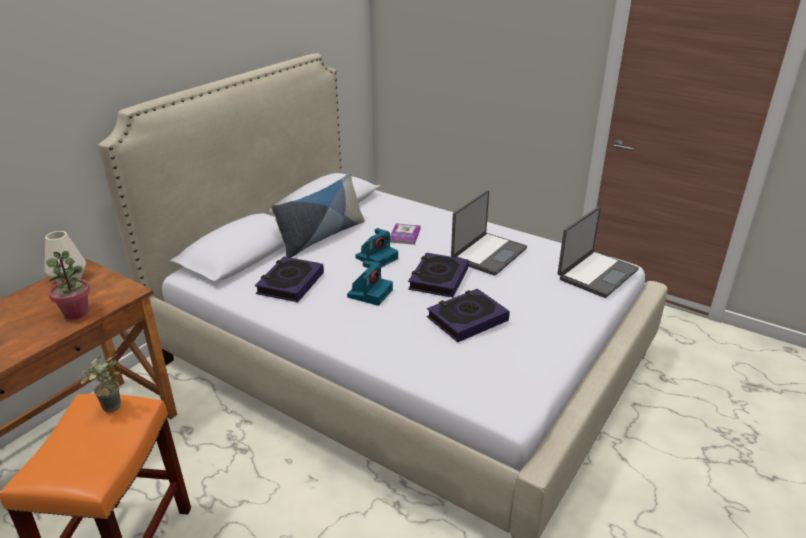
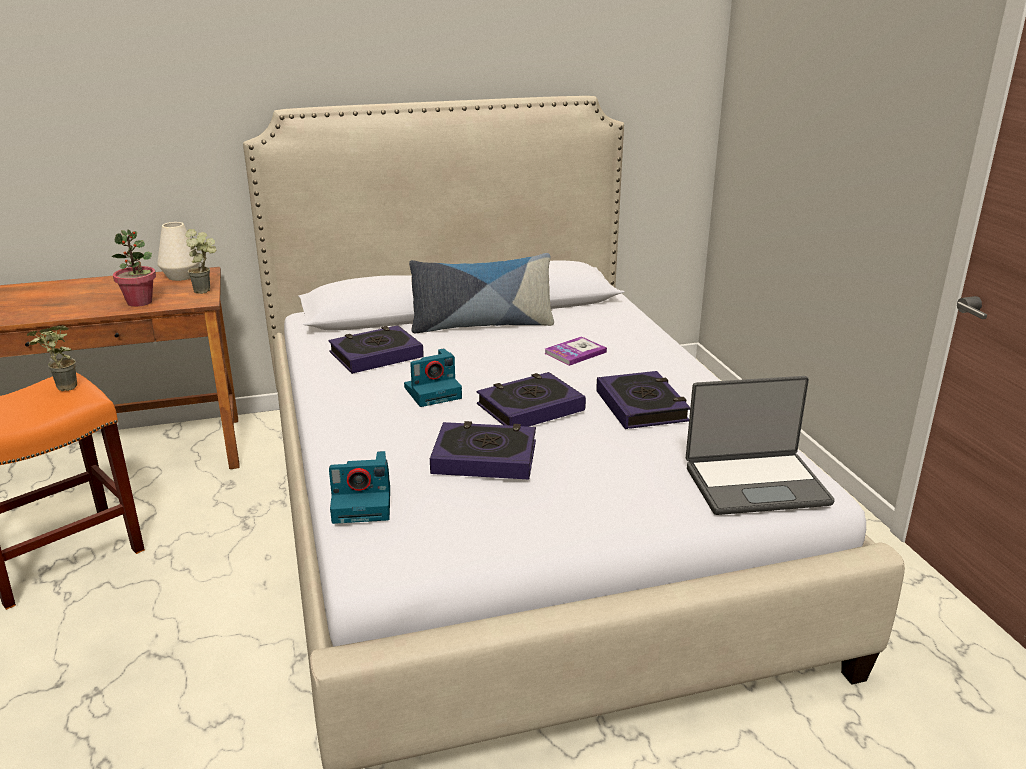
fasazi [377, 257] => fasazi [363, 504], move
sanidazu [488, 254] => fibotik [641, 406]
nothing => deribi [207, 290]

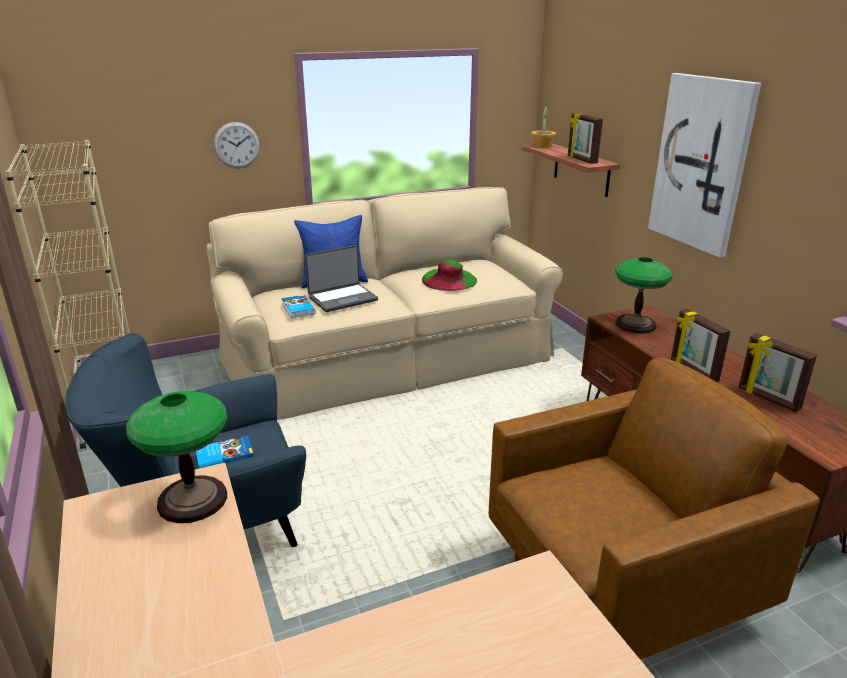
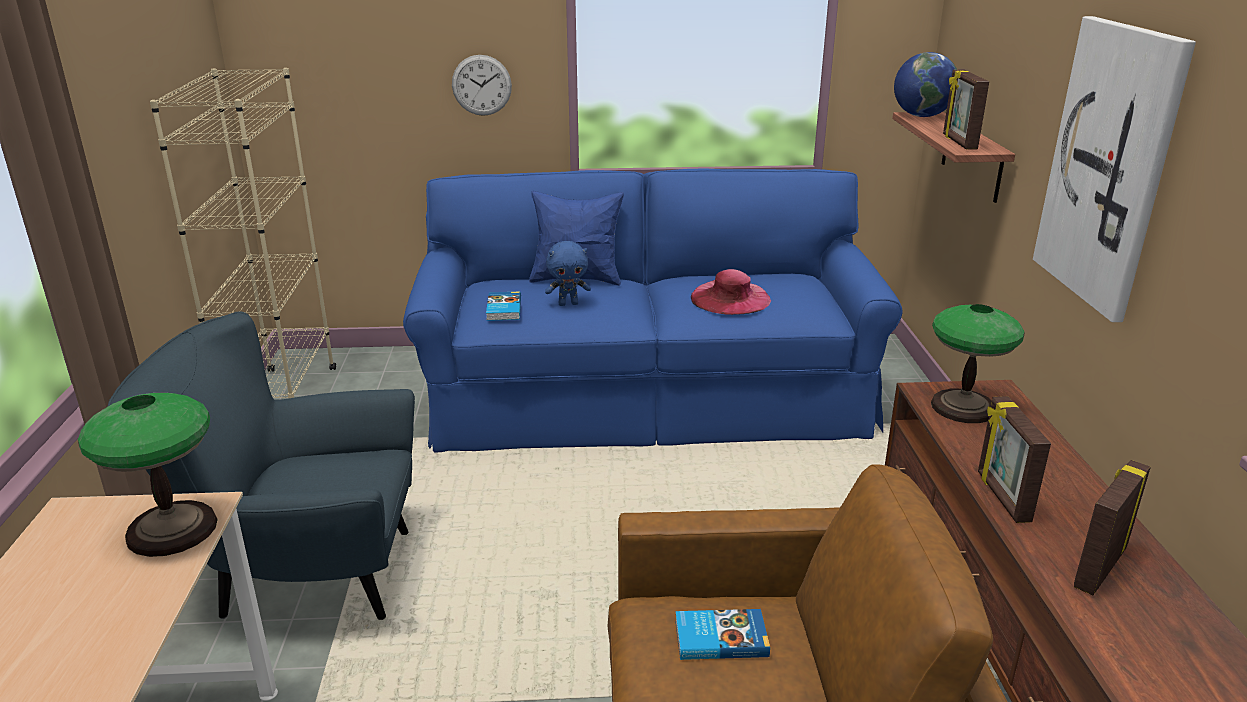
fibotik [224, 456] => fibotik [720, 638], move
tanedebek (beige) [390, 359] => tanedebek (blue) [647, 396]
sanidazu [342, 298] => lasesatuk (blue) [568, 304]
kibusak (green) [449, 280] => kibusak (pink) [730, 298]
deribi [542, 146] => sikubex [921, 116]
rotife [768, 399] => rotife [1098, 567], 60 degrees clockwise

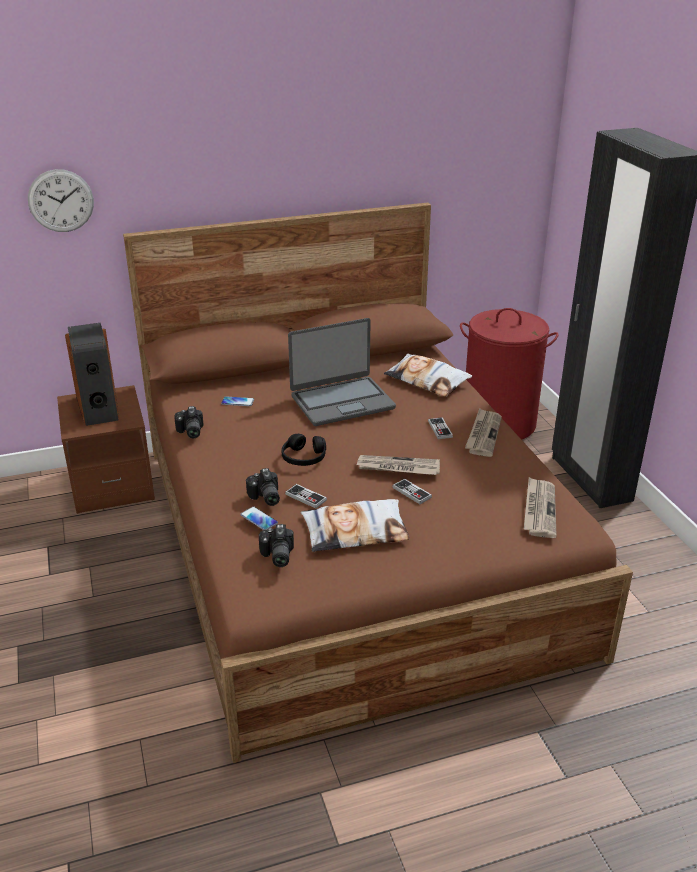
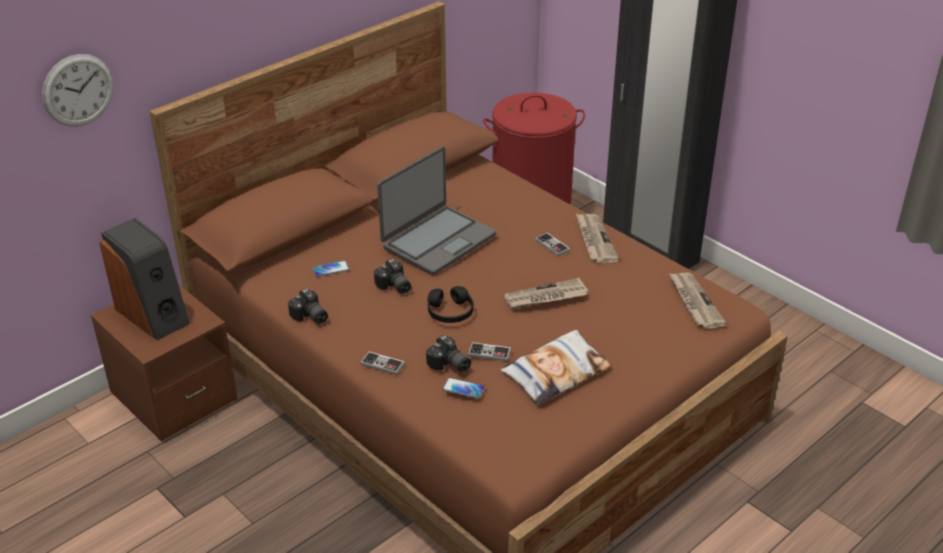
fasazi [276, 556] => fasazi [394, 286], move
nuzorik [427, 380] => nothing
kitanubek [412, 492] => kitanubek [382, 364], move

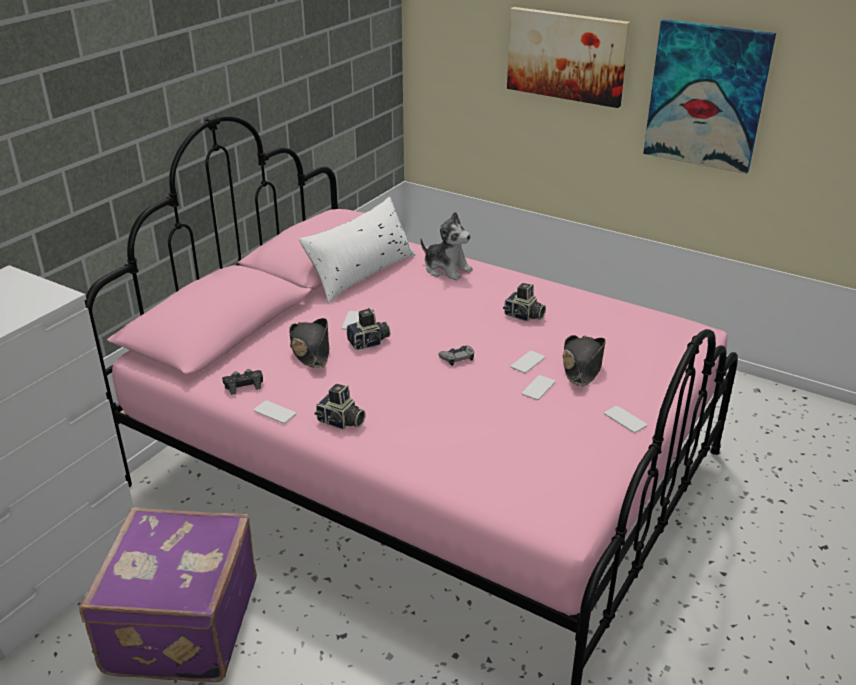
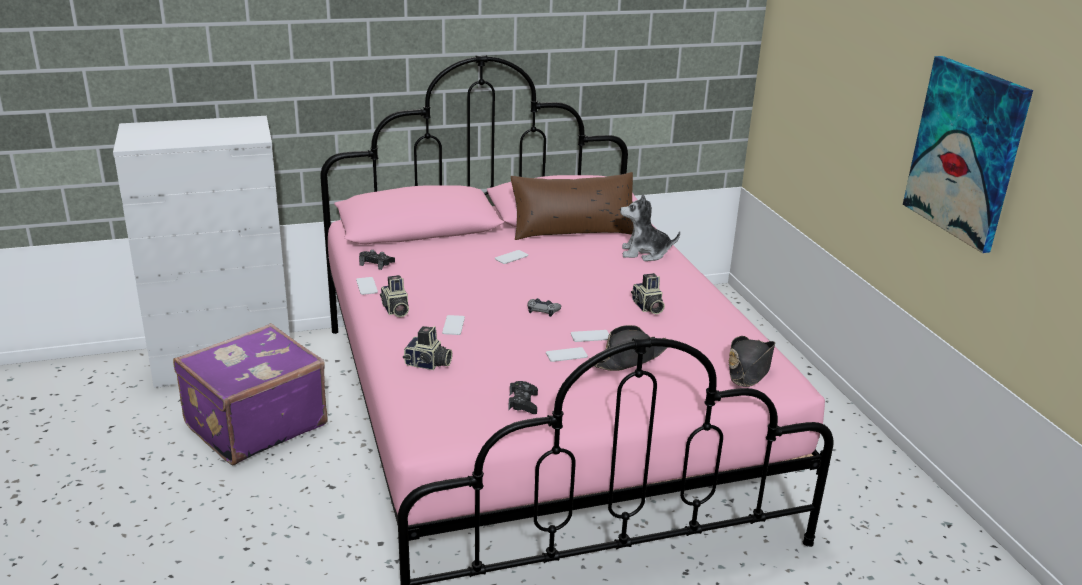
kibusak (black) [310, 350] => kibusak (black) [749, 369], move
nuzorik (white) [361, 273] => nuzorik (brown) [573, 231]
fasazi [369, 343] => fasazi [428, 364], move
lasesatuk [446, 269] => lasesatuk [644, 253], 105 degrees clockwise
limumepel [567, 56] => nothing
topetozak [625, 420] => topetozak [453, 325], move
nothing => kitanubek (black) [523, 403]

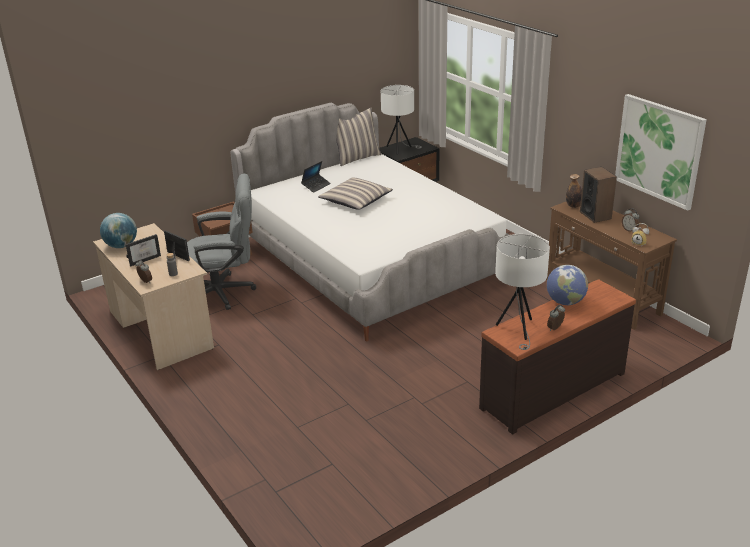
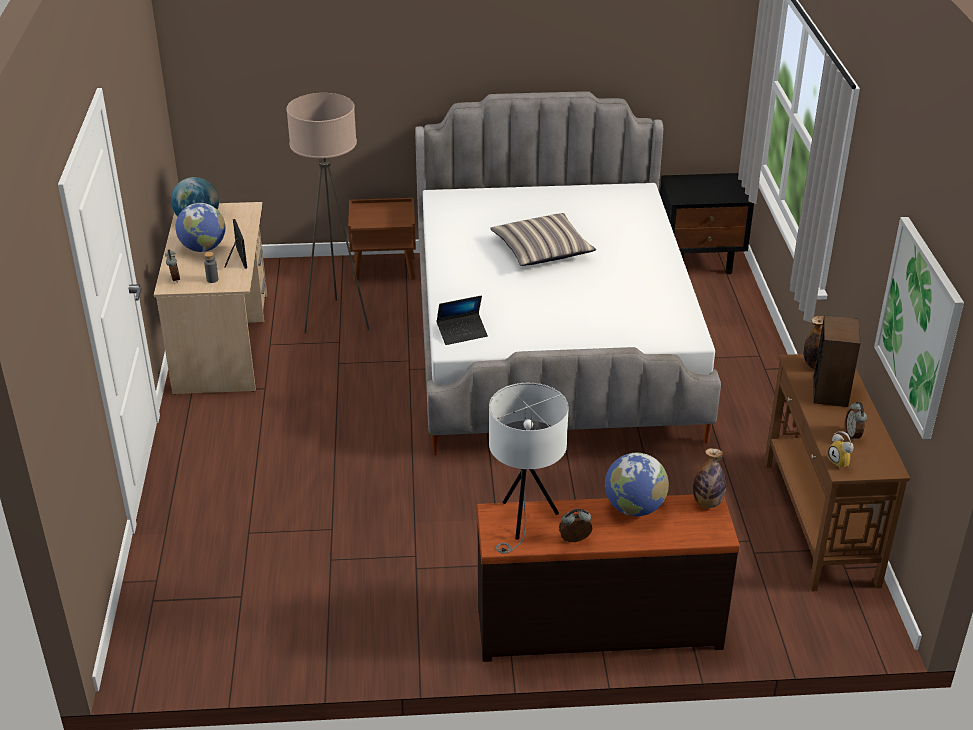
rotife [144, 259] => sikubex [203, 248]
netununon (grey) [225, 292] => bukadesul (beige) [336, 320]
sanidazu [316, 186] => sanidazu [462, 333], move
nuzorik [357, 158] => nothing
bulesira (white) [400, 149] => nothing
nothing => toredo [707, 503]

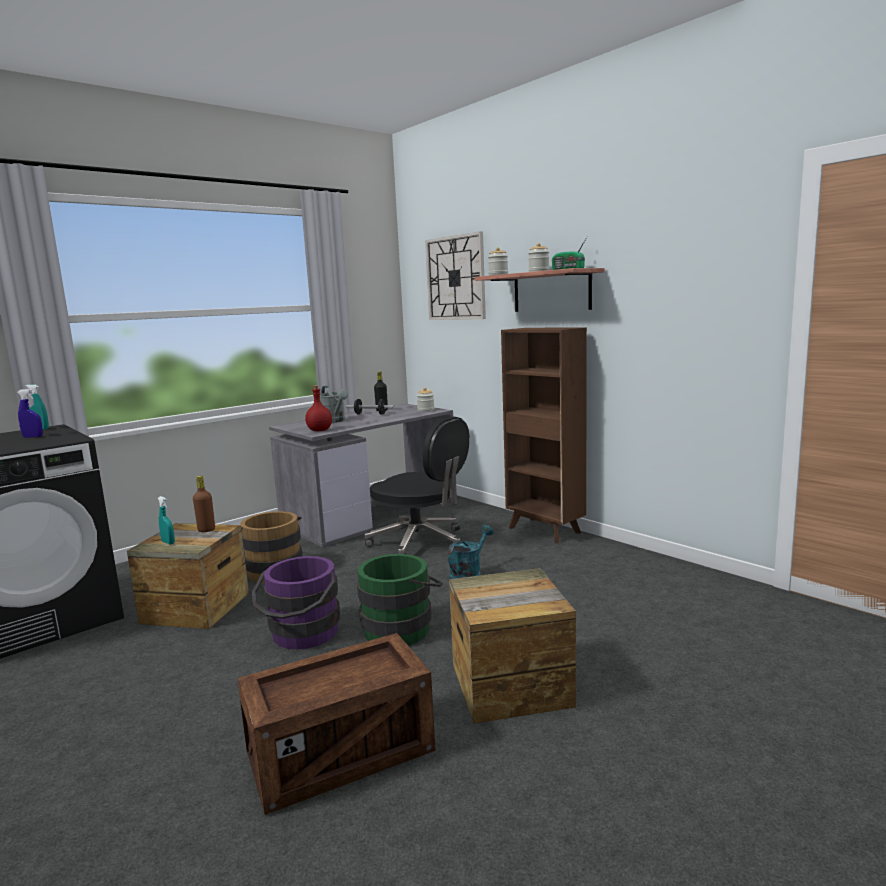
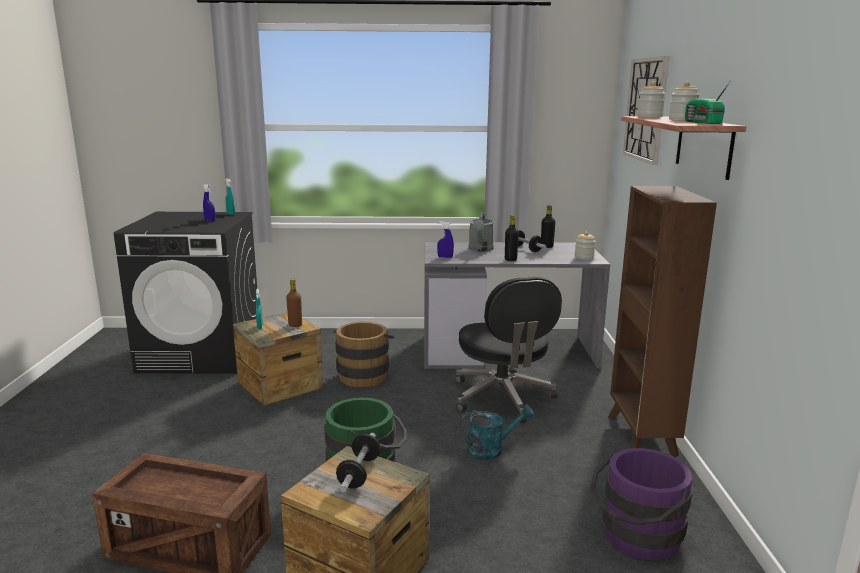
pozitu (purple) [302, 635] => pozitu (purple) [636, 537], move
toredo (red) [319, 430] => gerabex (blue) [445, 257]
nothing => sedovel [359, 473]
nothing => toredo (black) [510, 259]

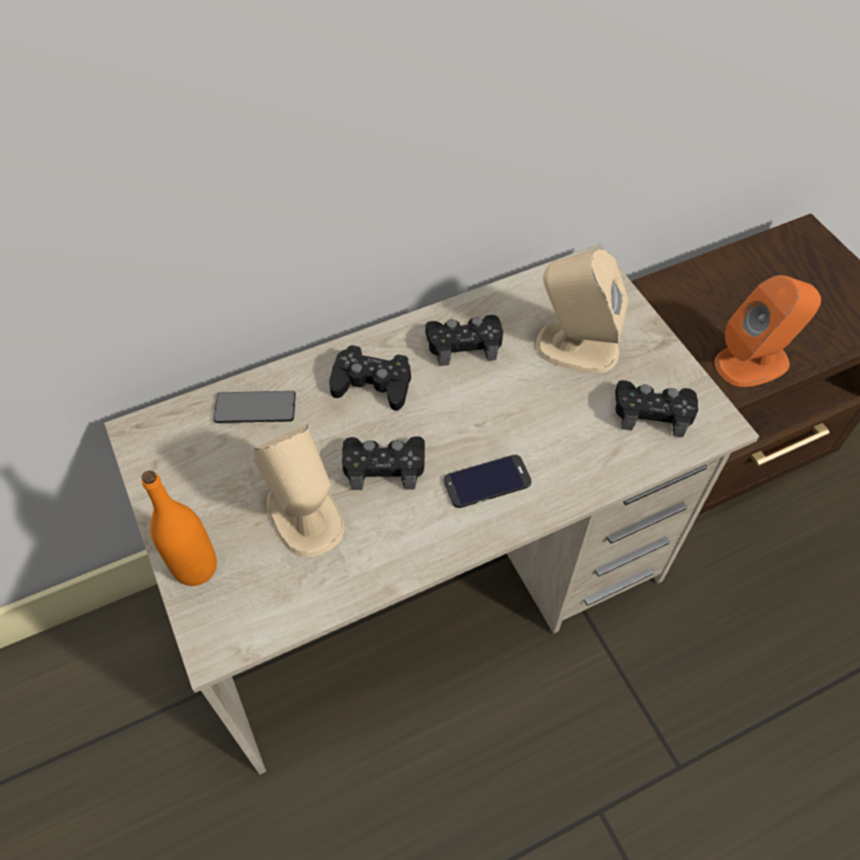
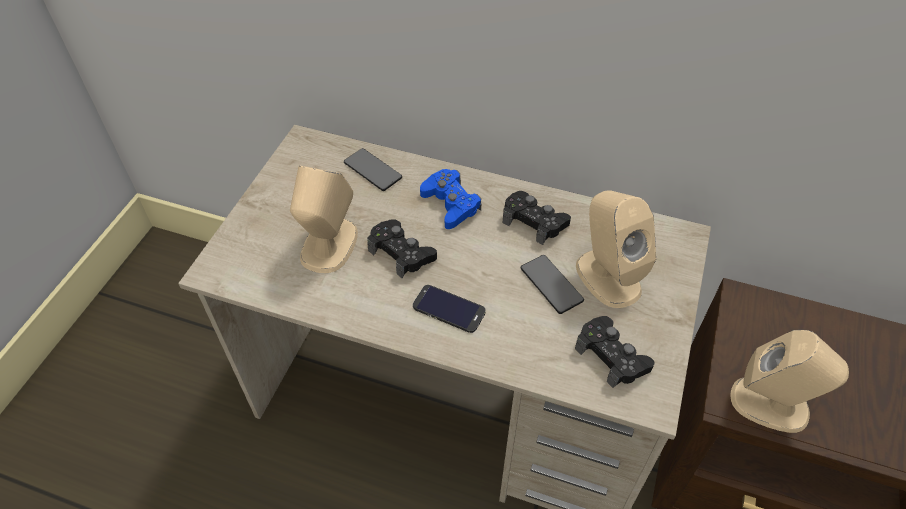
toredo (orange) [195, 567] => nothing
kitanubek (black) [372, 384] => kitanubek (blue) [450, 204]
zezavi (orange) [752, 362] => zezavi (beige) [771, 404]
nothing => topetozak [551, 285]

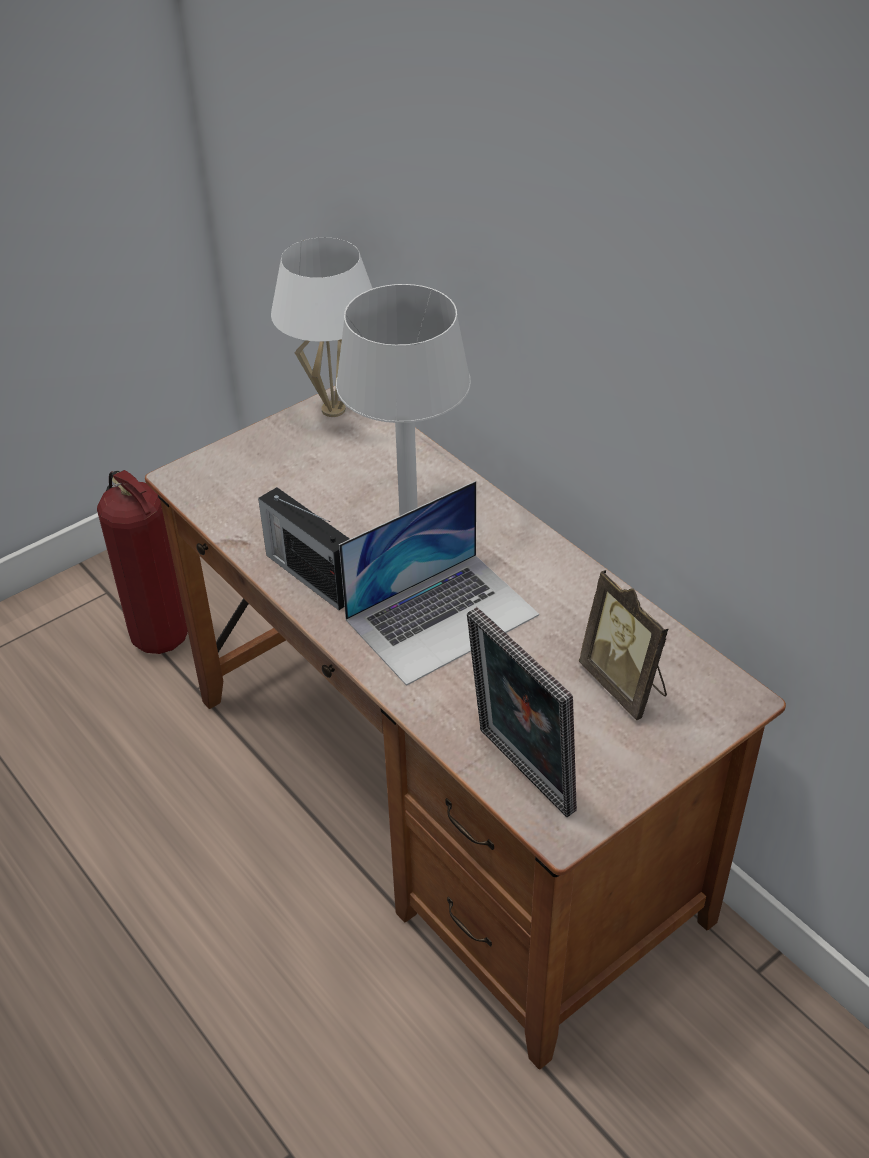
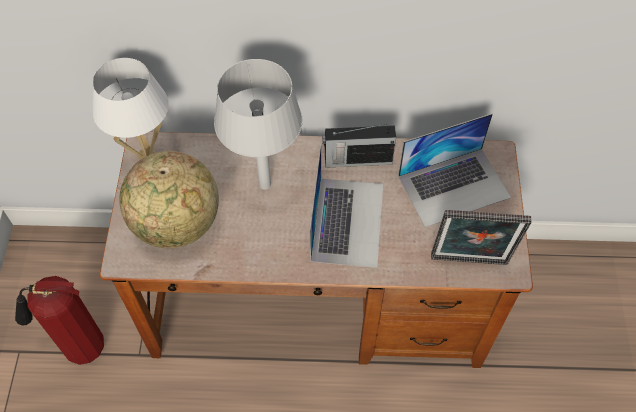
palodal [309, 575] => palodal [357, 160], move
rotife [625, 685] => sanidazu [454, 186]
nothing => sikubex [177, 224]

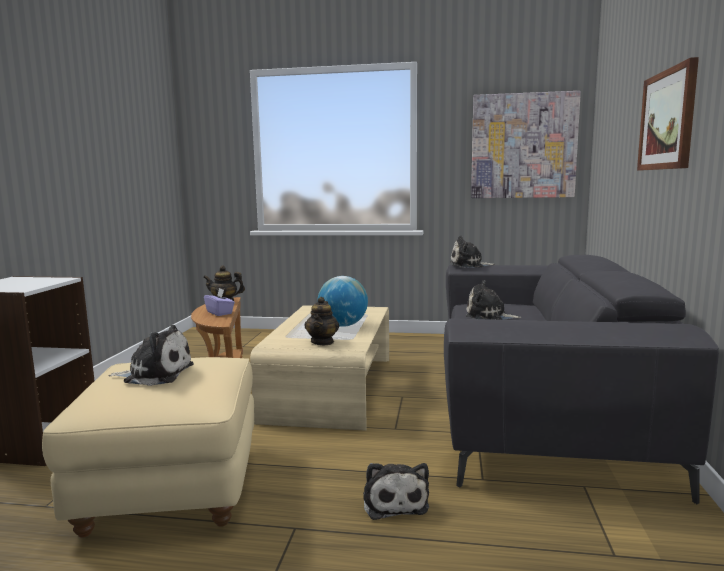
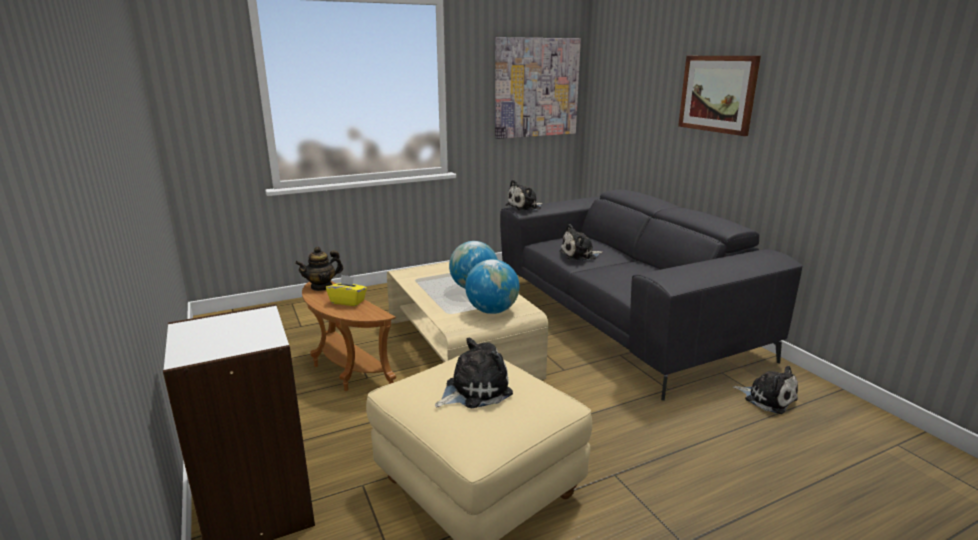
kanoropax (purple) [220, 313] => kanoropax (yellow) [348, 301]
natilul [322, 342] => sikubex [492, 311]
lasesatuk [394, 501] => lasesatuk [767, 398], move

